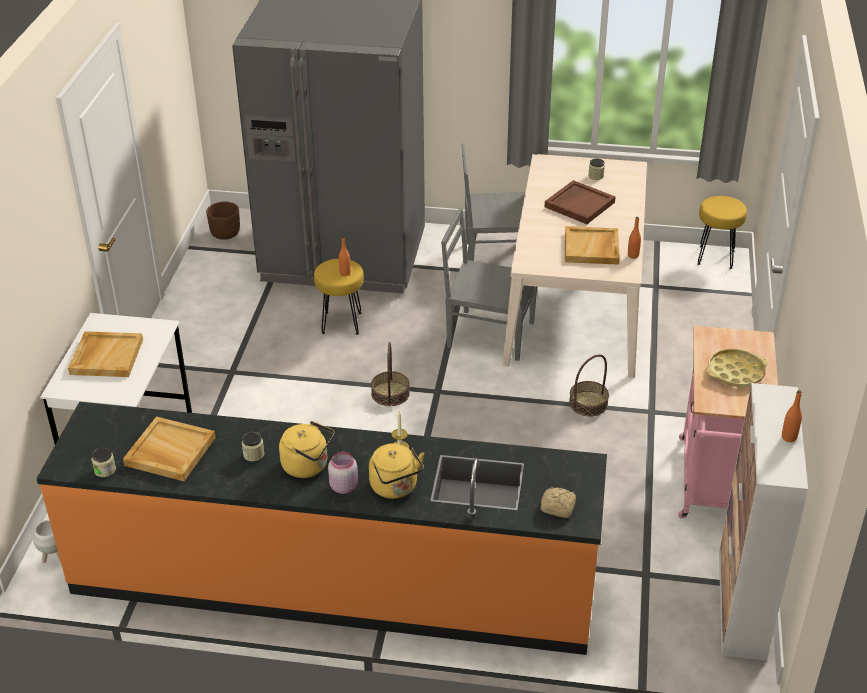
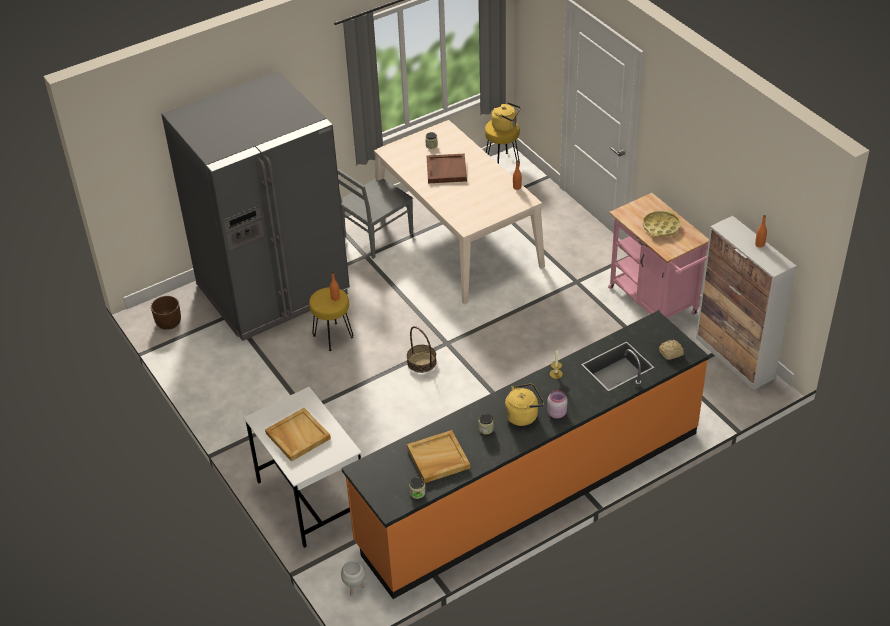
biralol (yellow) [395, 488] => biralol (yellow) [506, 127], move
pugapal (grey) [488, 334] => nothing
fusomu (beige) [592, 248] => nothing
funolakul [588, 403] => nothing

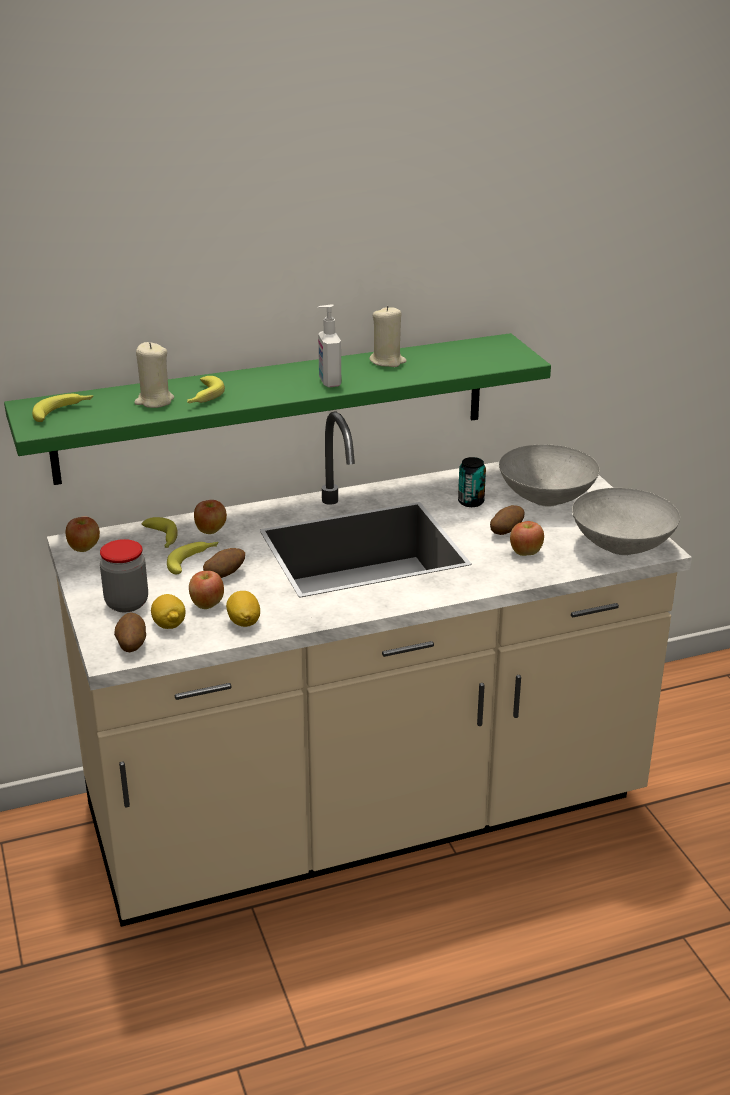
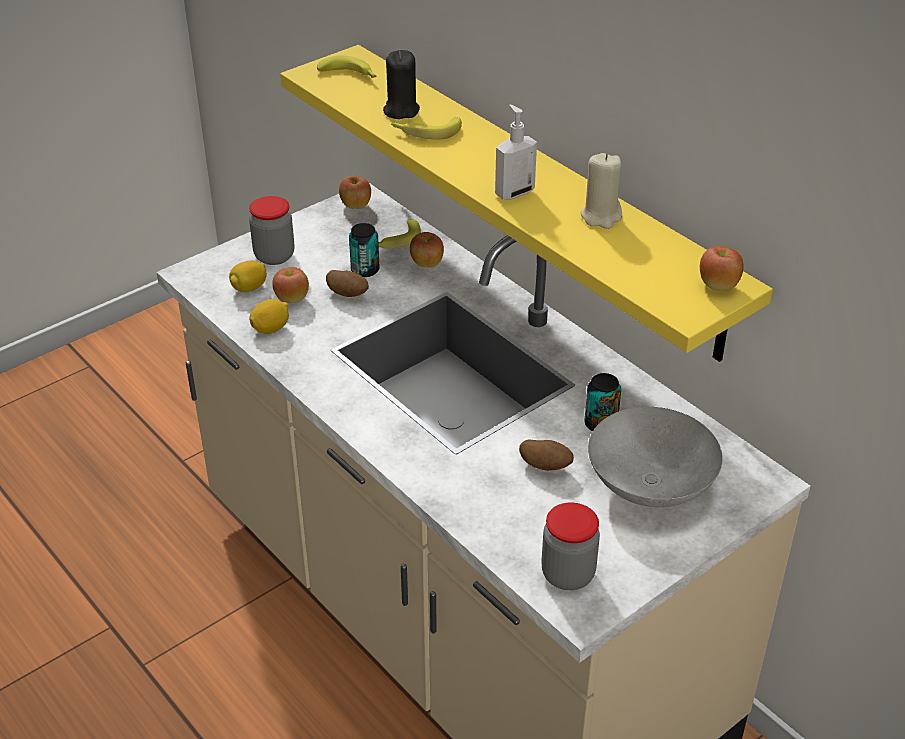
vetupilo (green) [274, 407] => vetupilo (yellow) [536, 195]
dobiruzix [131, 645] => nothing
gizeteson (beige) [154, 401] => gizeteson (black) [401, 110]
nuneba [193, 561] => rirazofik [365, 270]
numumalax [526, 553] => numumalax [718, 286], move
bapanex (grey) [620, 546] => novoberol [568, 574]

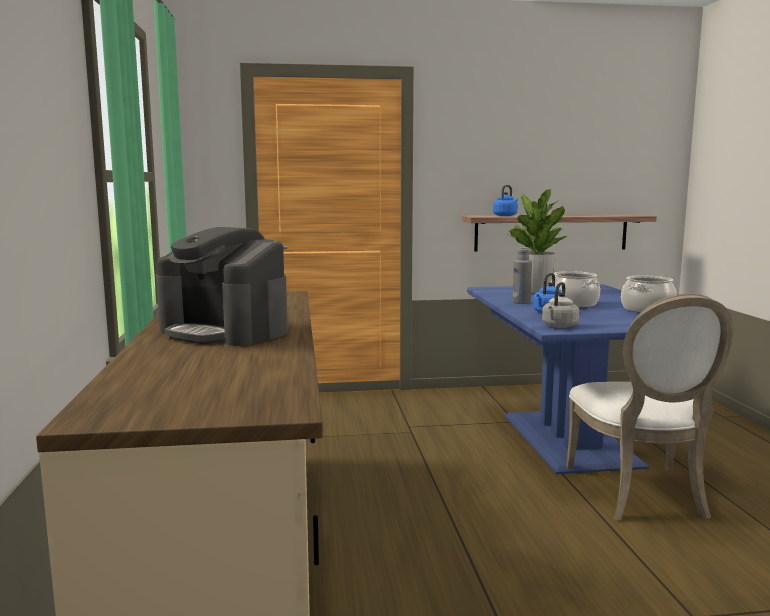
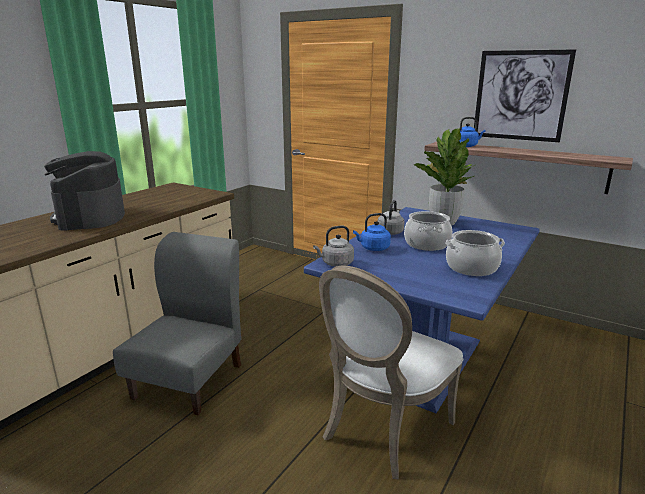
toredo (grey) [521, 302] => biralol (grey) [390, 232]
nothing => pugapal (grey) [190, 380]
nothing => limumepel [520, 95]

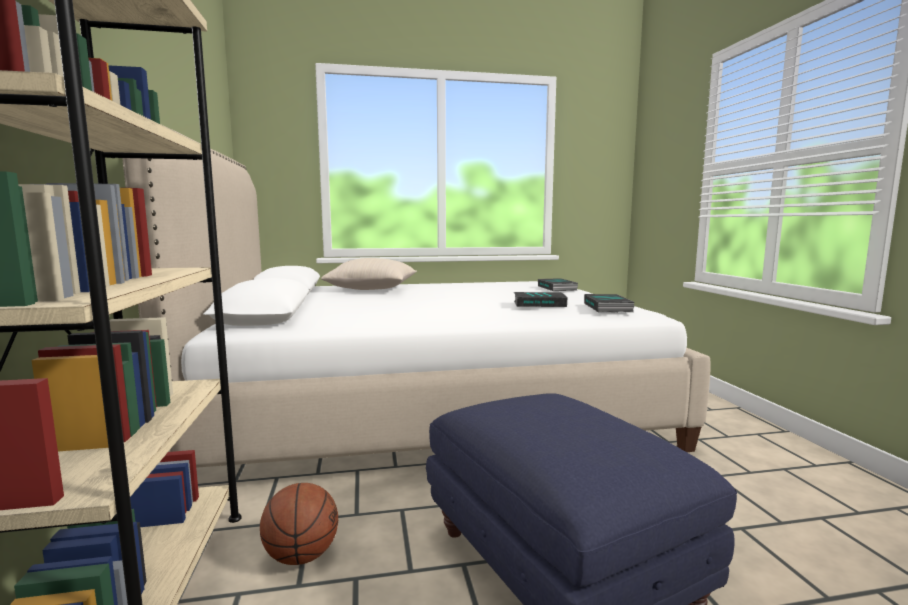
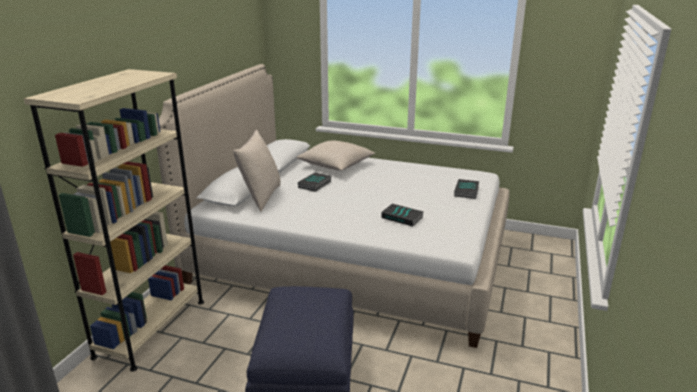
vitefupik [301, 555] => nothing
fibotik [608, 308] => fibotik [315, 185], move
nothing => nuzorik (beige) [260, 197]

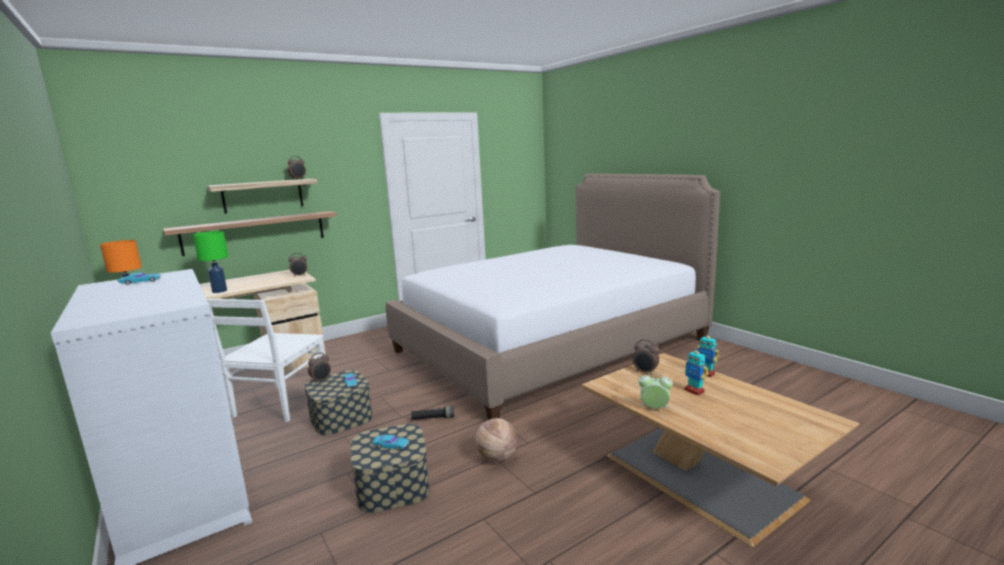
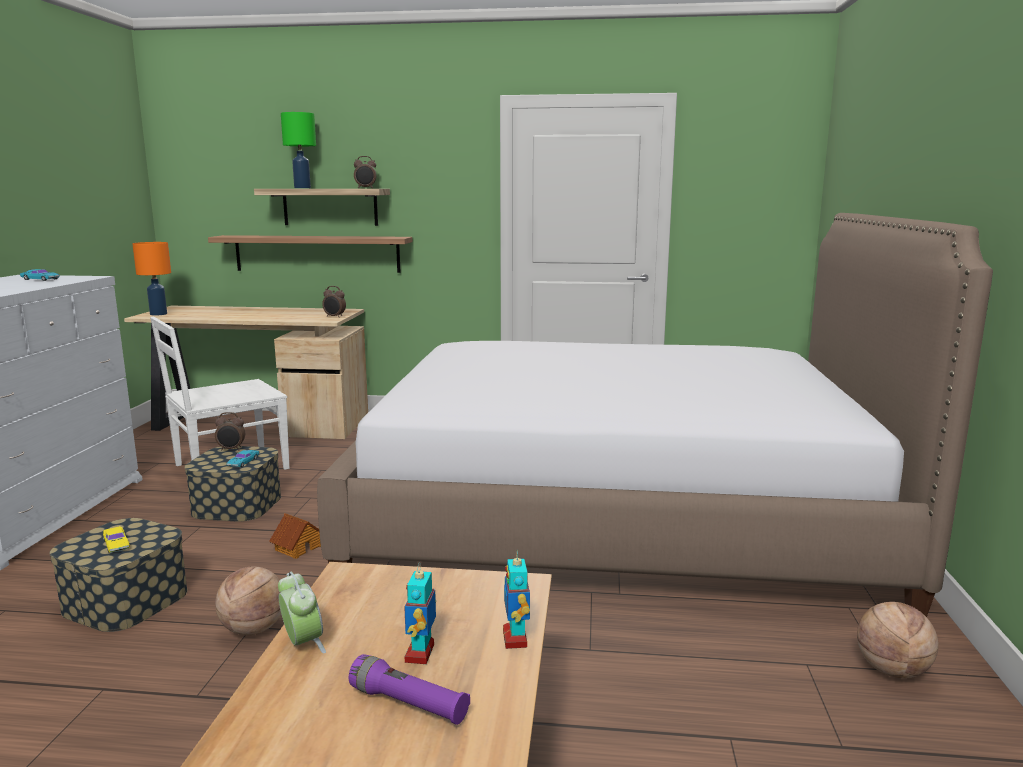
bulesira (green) [220, 291] => bulesira (green) [303, 188], move
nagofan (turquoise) [391, 445] => nagofan (yellow) [116, 544]
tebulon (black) [433, 418] => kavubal [298, 547]
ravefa [645, 372] => nothing
nothing => tebulon (purple) [408, 704]
nothing => vitefupik [892, 671]

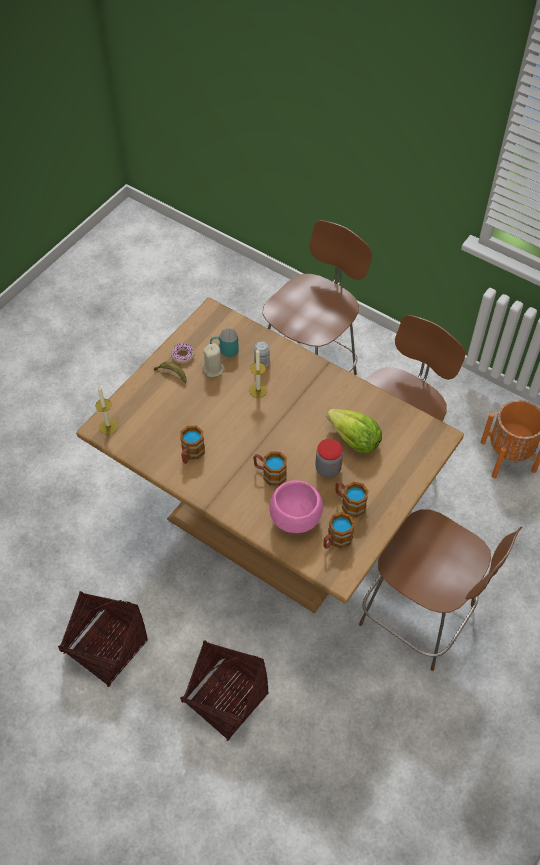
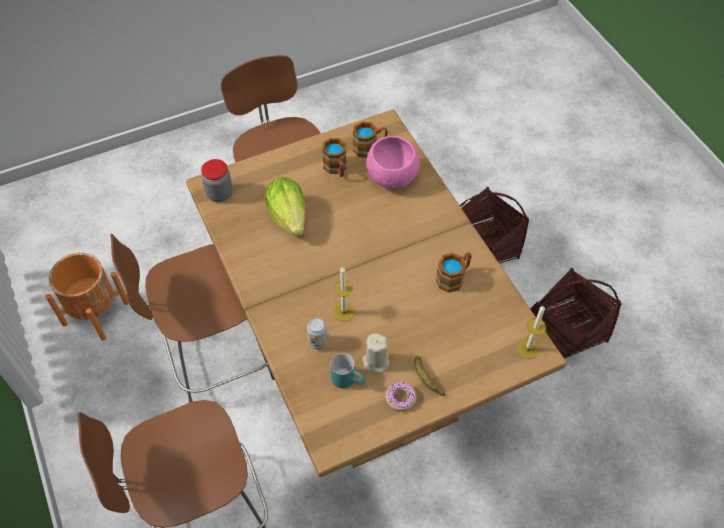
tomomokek [269, 474] => nothing
novoberol [328, 469] => novoberol [219, 194], move

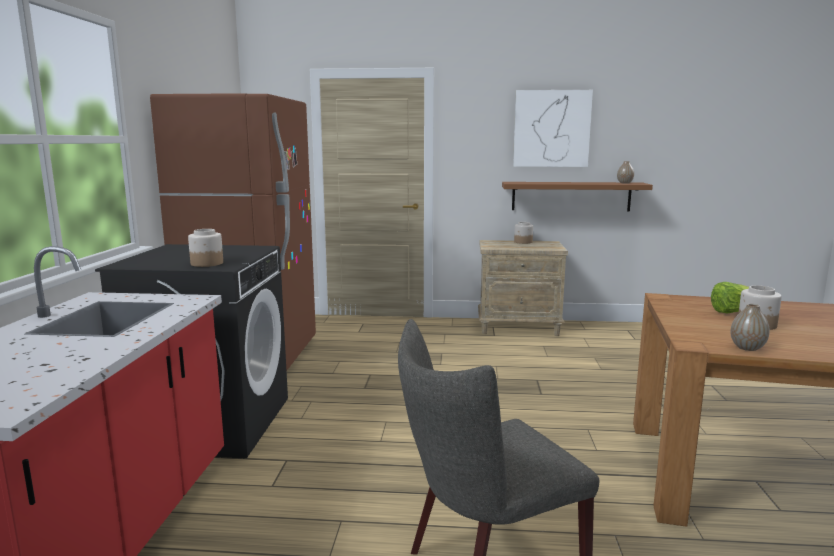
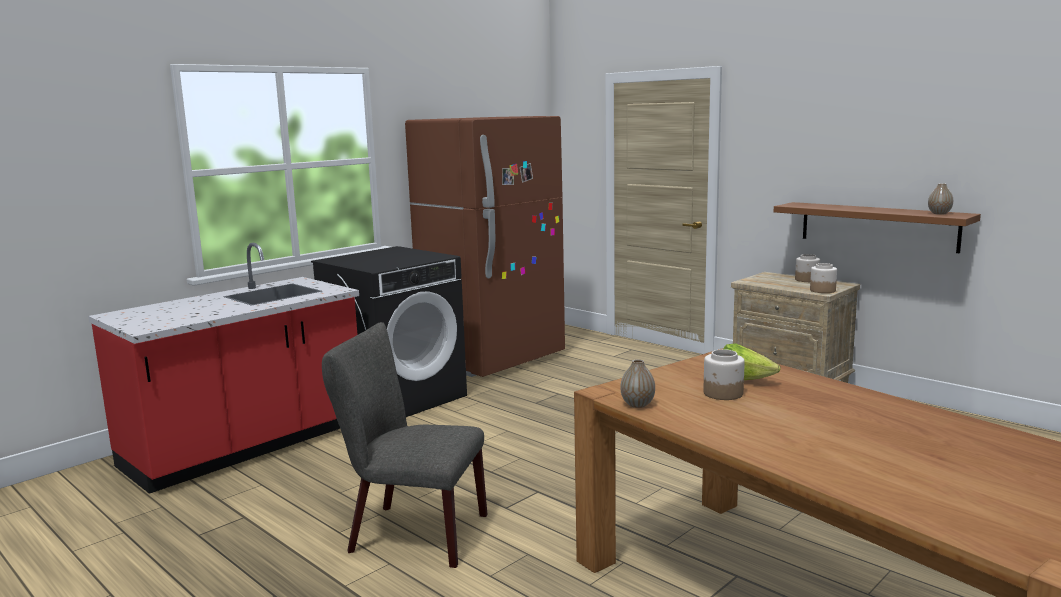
novoberol [206, 263] => novoberol [822, 290], move
limumepel [551, 129] => nothing

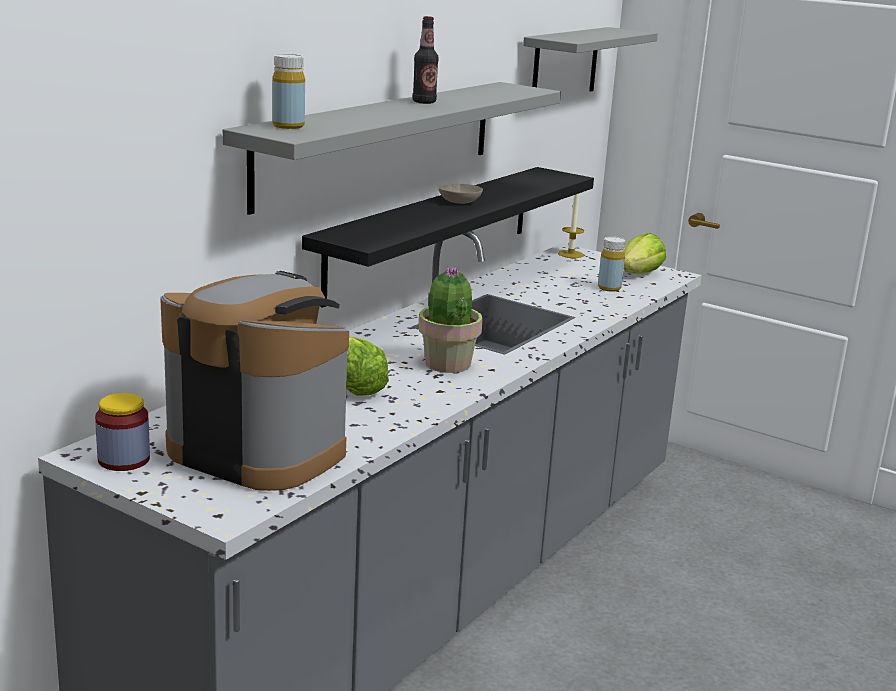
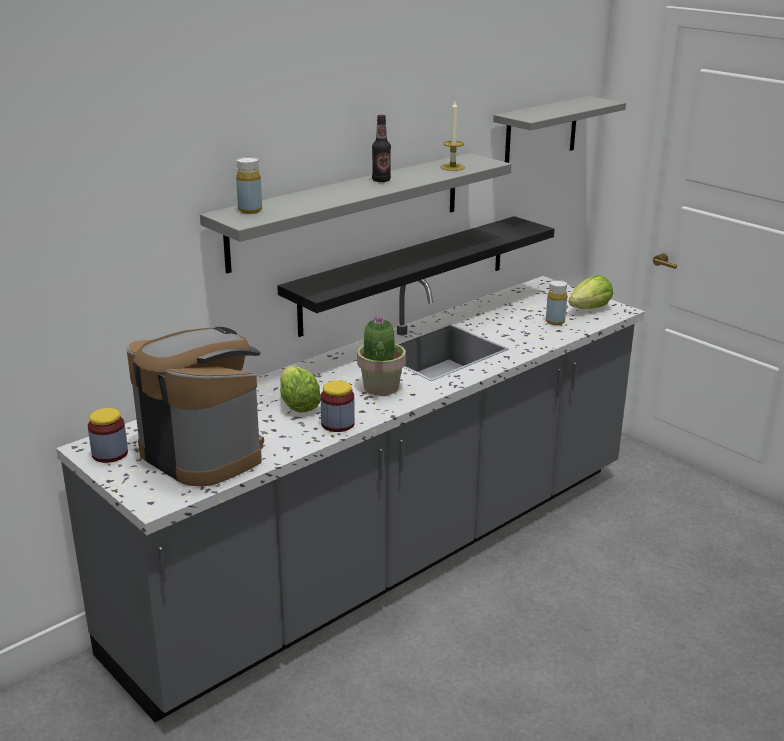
bapanex (beige) [460, 202] => nothing
gizeteson [570, 254] => gizeteson [452, 167], move
nothing => novoberol [337, 424]

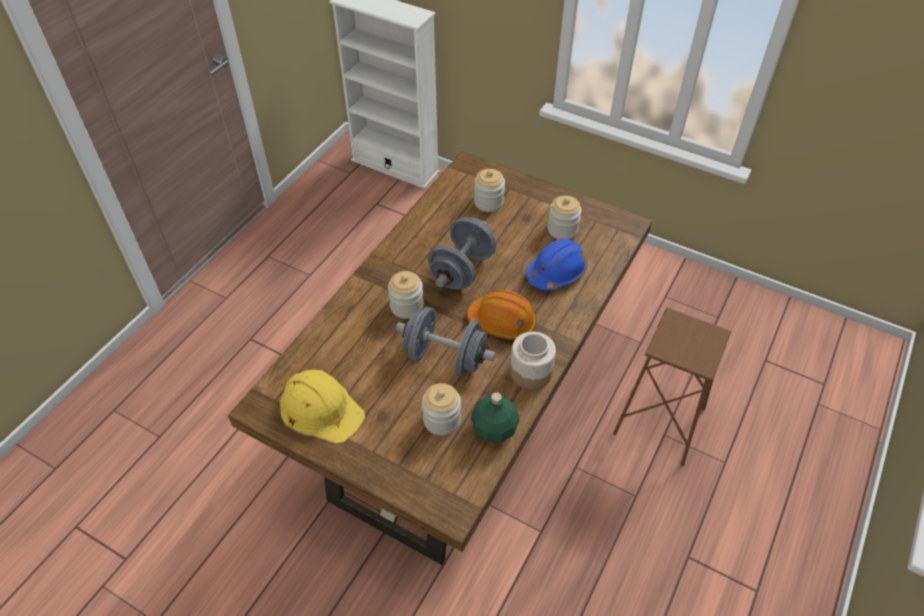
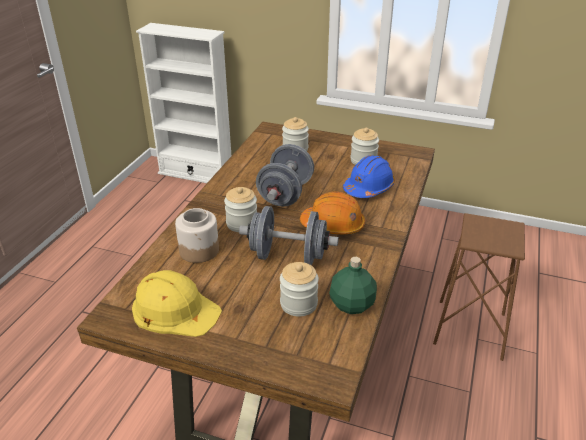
novoberol [531, 372] => novoberol [199, 250], move

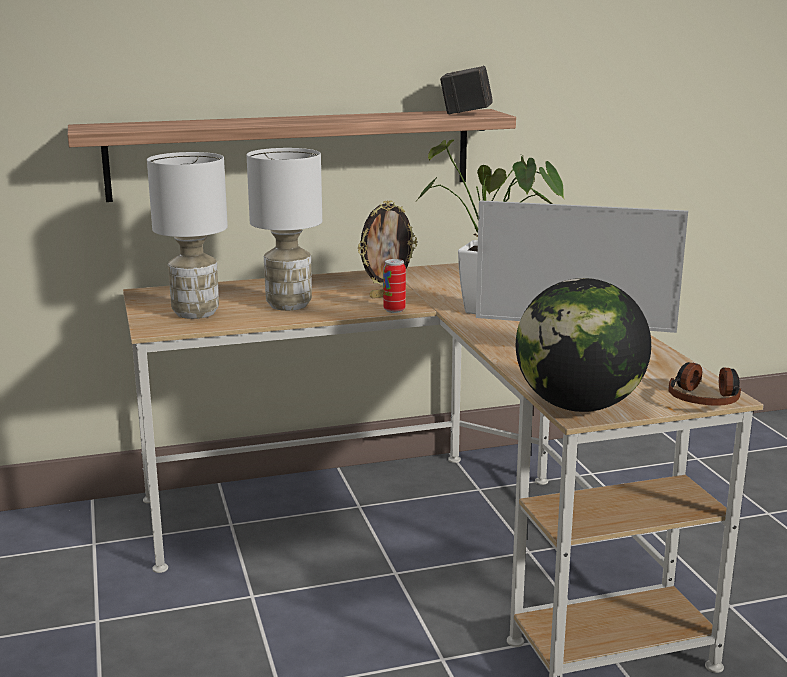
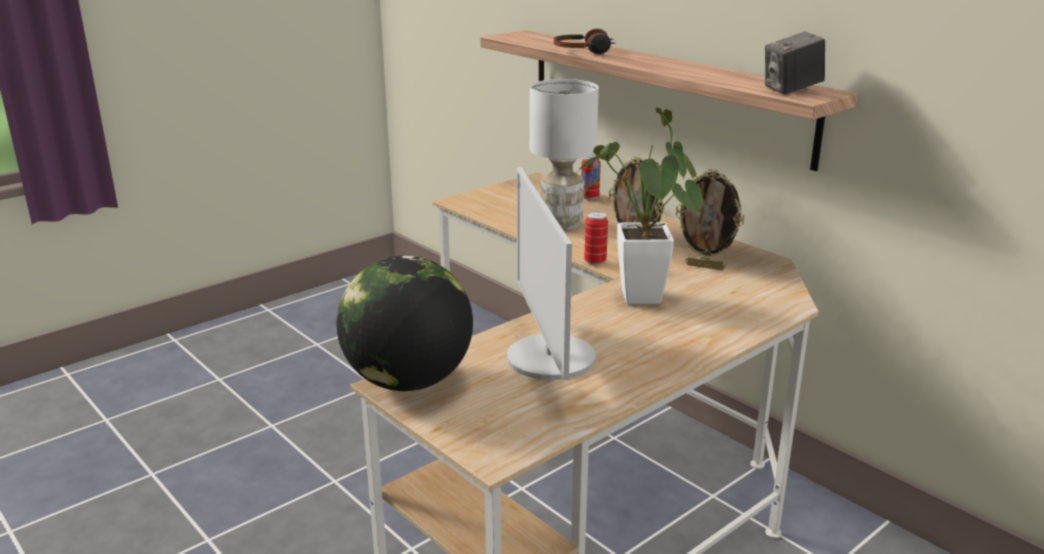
bulesira (white) [196, 313] => nothing
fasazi [466, 113] => fasazi [791, 90], 105 degrees counterclockwise
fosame [704, 398] => fosame [583, 51], move
nothing => rirazofik [589, 197]
nothing => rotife [705, 266]

